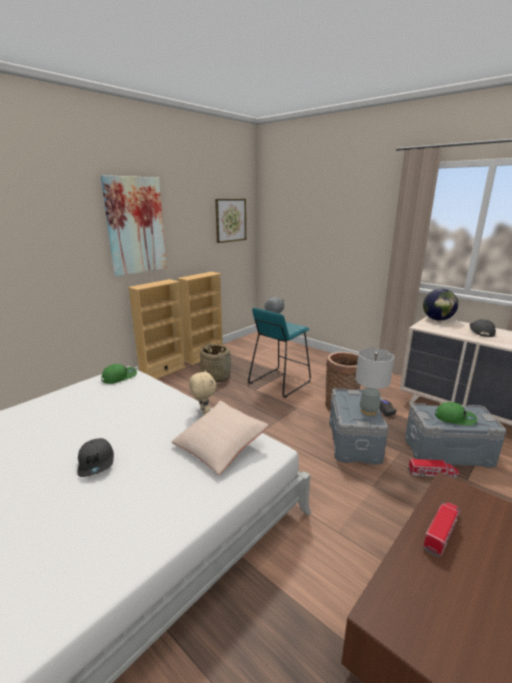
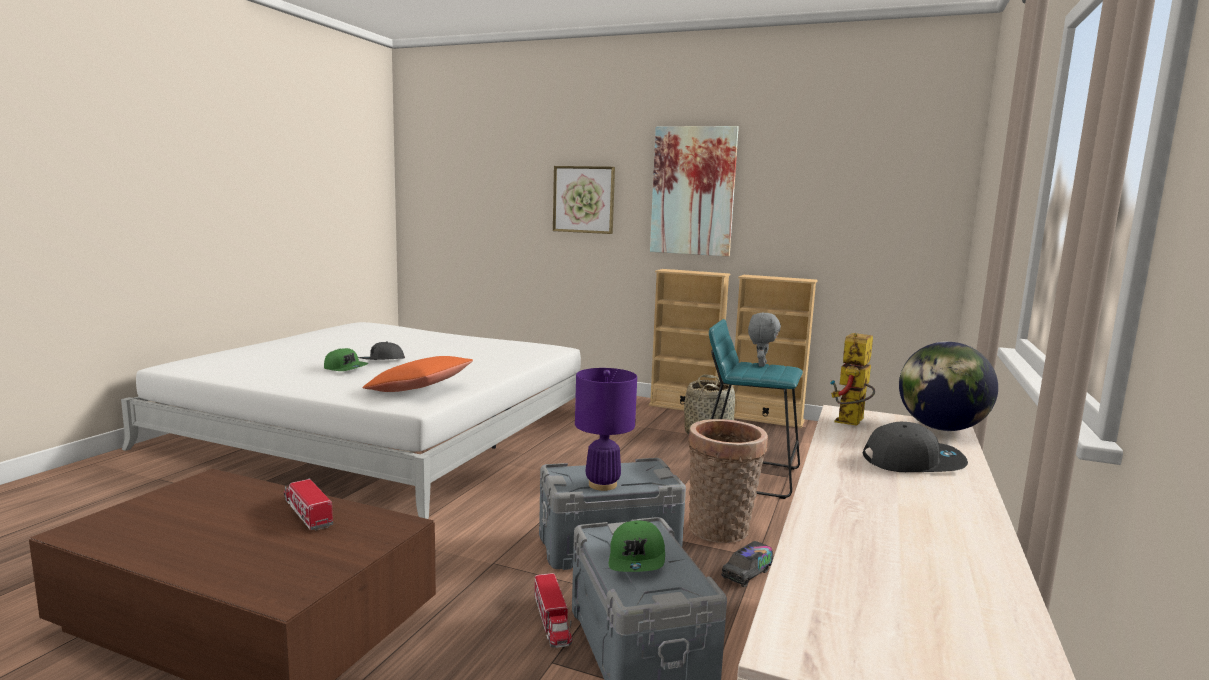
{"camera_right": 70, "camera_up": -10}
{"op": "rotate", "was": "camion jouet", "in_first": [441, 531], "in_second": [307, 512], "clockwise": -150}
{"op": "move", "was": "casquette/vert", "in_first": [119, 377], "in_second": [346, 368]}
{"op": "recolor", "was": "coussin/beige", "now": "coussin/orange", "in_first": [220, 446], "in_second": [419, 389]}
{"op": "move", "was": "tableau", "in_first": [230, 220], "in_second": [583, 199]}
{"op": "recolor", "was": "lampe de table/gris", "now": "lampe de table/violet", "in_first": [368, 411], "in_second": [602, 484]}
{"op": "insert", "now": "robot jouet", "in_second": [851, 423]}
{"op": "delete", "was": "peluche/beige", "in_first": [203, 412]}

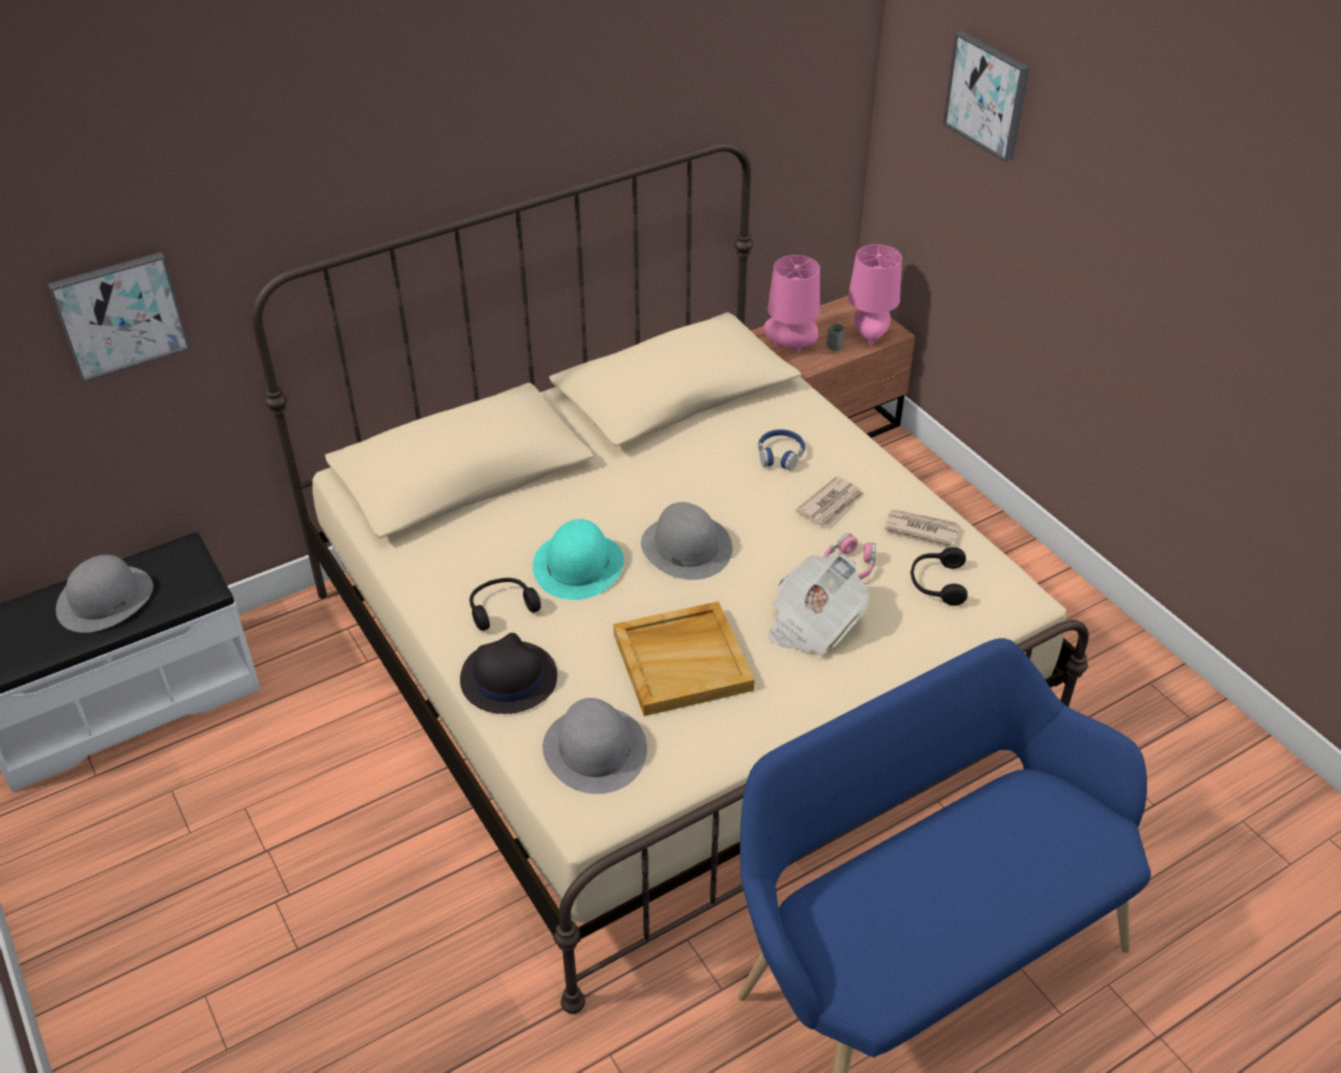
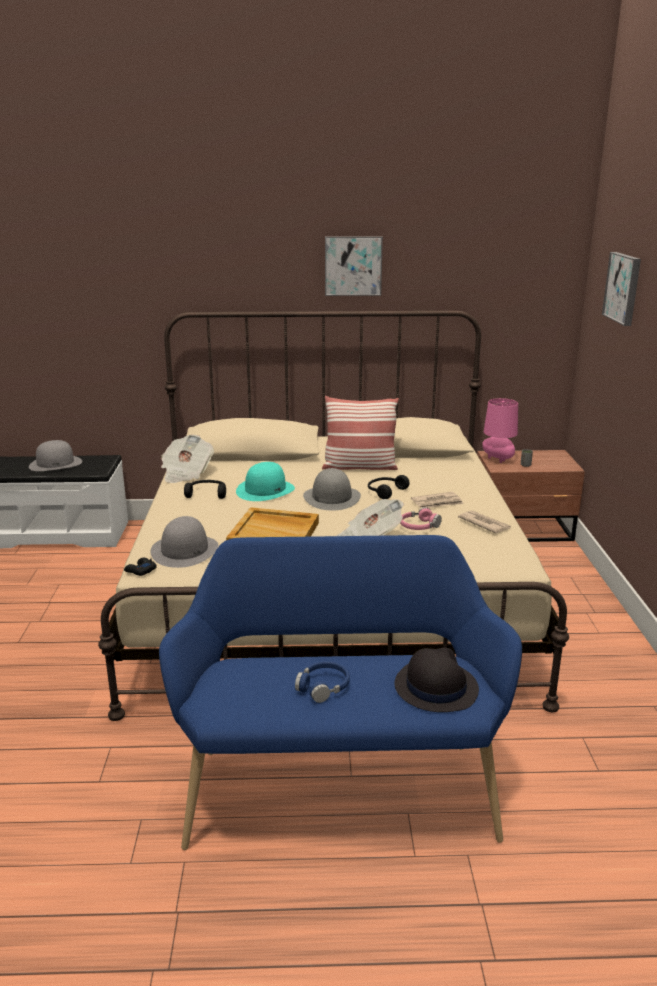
{"camera_right": 30, "camera_up": -20}
{"op": "insert", "now": "manette/noir", "in_second": [140, 570]}
{"op": "insert", "now": "journal", "in_second": [186, 473]}
{"op": "move", "was": "casque audio/bleu", "in_first": [780, 455], "in_second": [323, 687]}
{"op": "insert", "now": "coussin", "in_second": [359, 467]}
{"op": "move", "was": "tableau", "in_first": [120, 314], "in_second": [353, 266]}
{"op": "move", "was": "casque audio/noir", "in_first": [936, 583], "in_second": [385, 491]}
{"op": "move", "was": "chapeau/noir", "in_first": [507, 678], "in_second": [435, 687]}
{"op": "delete", "was": "lampe de table/rose", "in_first": [869, 336]}

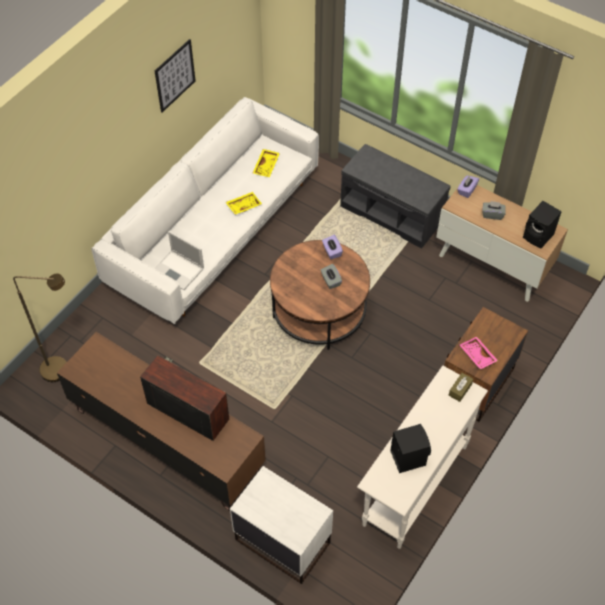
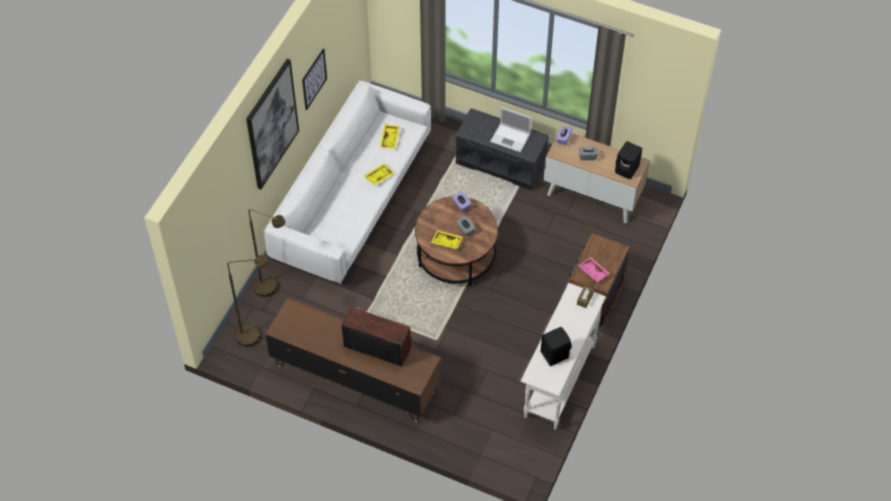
{"camera_right": -10, "camera_up": 0}
{"op": "insert", "now": "tableau", "in_second": [272, 124]}
{"op": "insert", "now": "lampadaire/marron", "in_second": [271, 288]}
{"op": "insert", "now": "plateau/jaune", "in_second": [446, 242]}
{"op": "move", "was": "ordinateur portable", "in_first": [179, 270], "in_second": [511, 138]}
{"op": "delete", "was": "table de chevet/blanc", "in_first": [282, 540]}

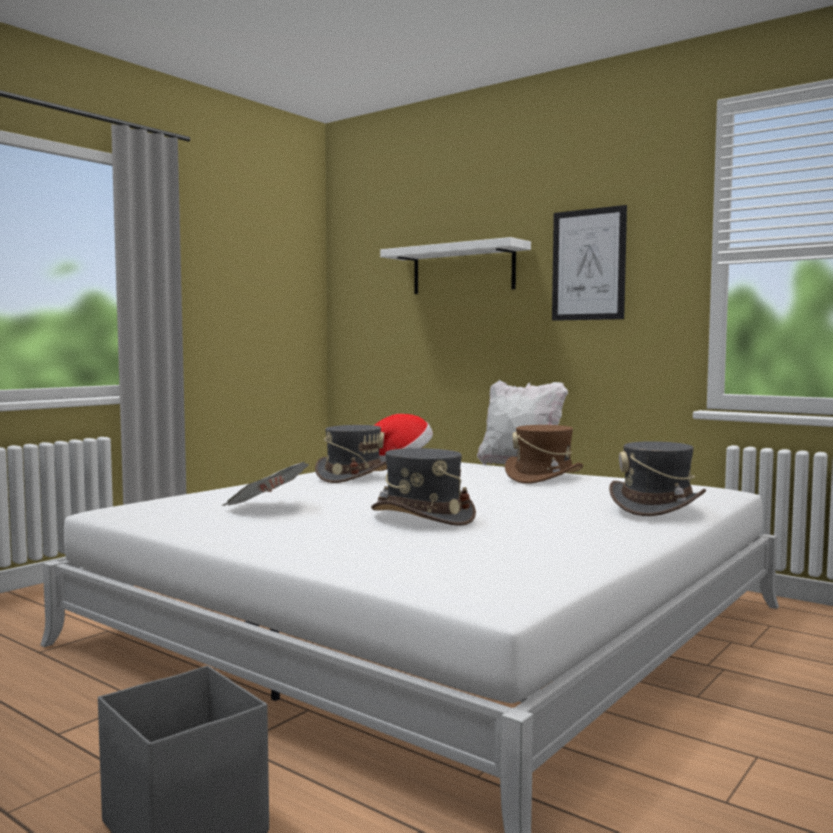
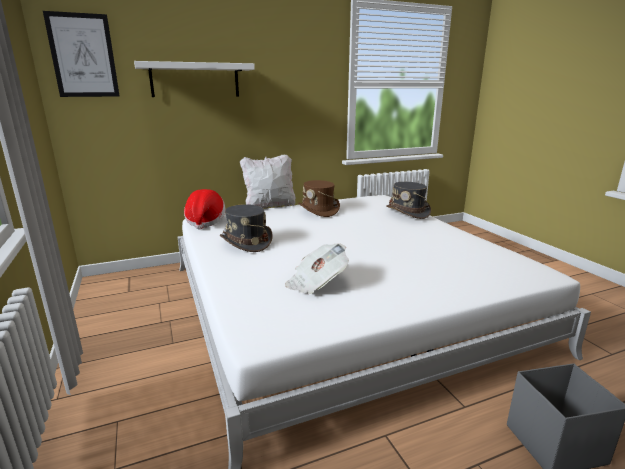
{"camera_right": -60, "camera_up": 15}
{"op": "move", "was": "tableau", "in_first": [588, 264], "in_second": [83, 56]}
{"op": "delete", "was": "chapeau/gris", "in_first": [422, 517]}

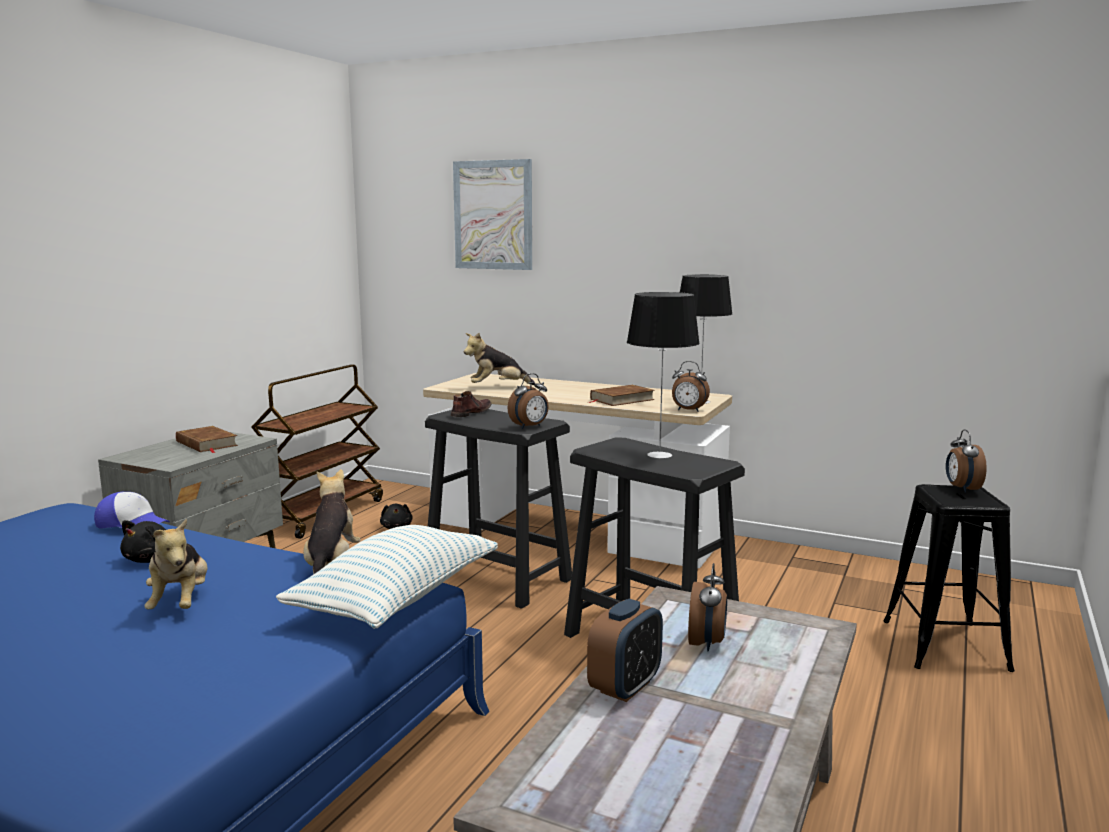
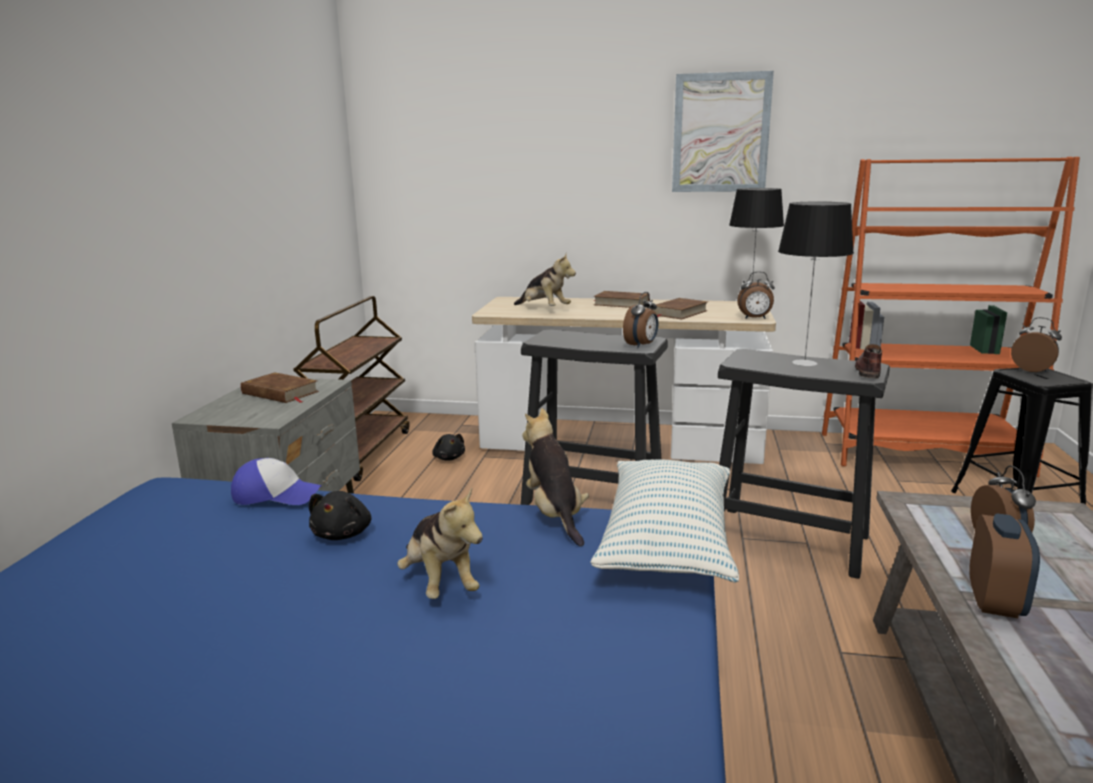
{"camera_right": -15, "camera_up": 5}
{"op": "rotate", "was": "peluche", "in_first": [497, 387], "in_second": [544, 309], "clockwise": -105}
{"op": "insert", "now": "livre/marron", "in_second": [621, 303]}
{"op": "move", "was": "tableau", "in_first": [493, 215], "in_second": [720, 133]}
{"op": "insert", "now": "bibliothèque/orange", "in_second": [922, 454]}
{"op": "move", "was": "chaussure/marron", "in_first": [470, 413], "in_second": [867, 370]}
{"op": "rotate", "was": "réveil", "in_first": [961, 488], "in_second": [1033, 370], "clockwise": 150}

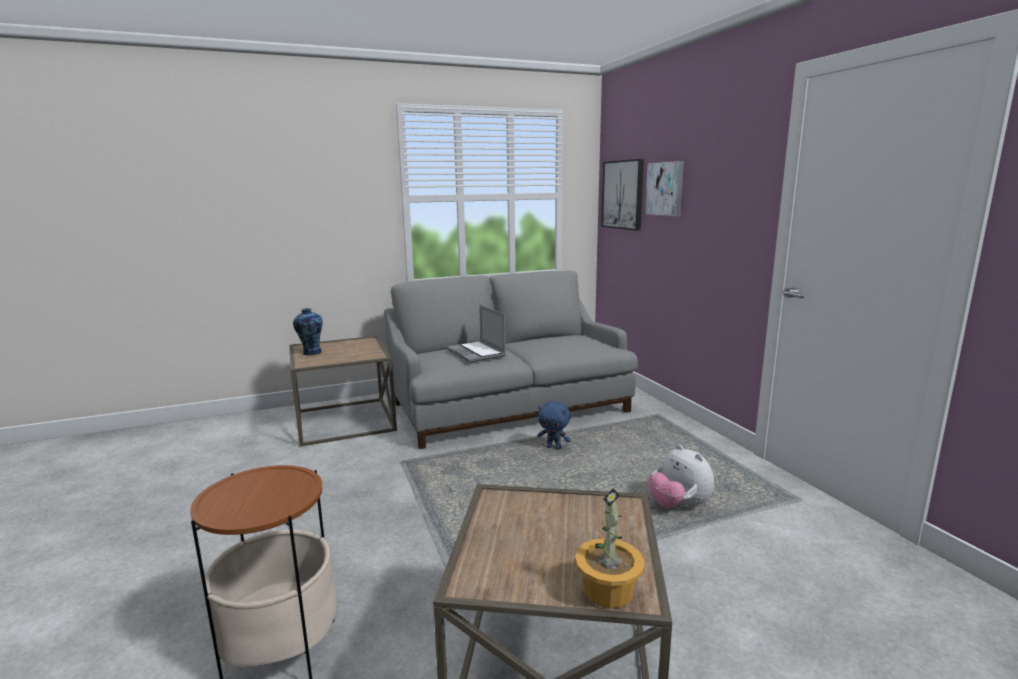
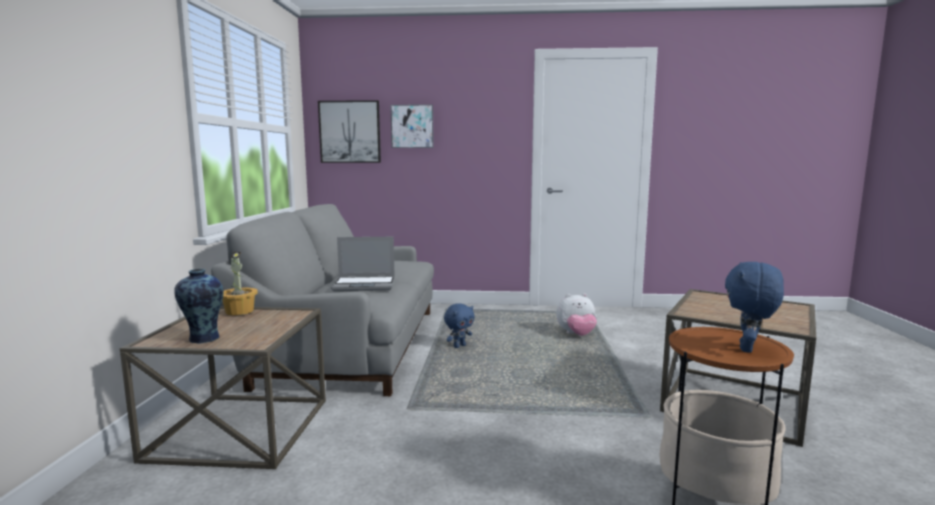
{"camera_right": -65, "camera_up": -5}
{"op": "move", "was": "plante en pot", "in_first": [609, 590], "in_second": [240, 311]}
{"op": "insert", "now": "peluche/bleu", "in_second": [748, 349]}

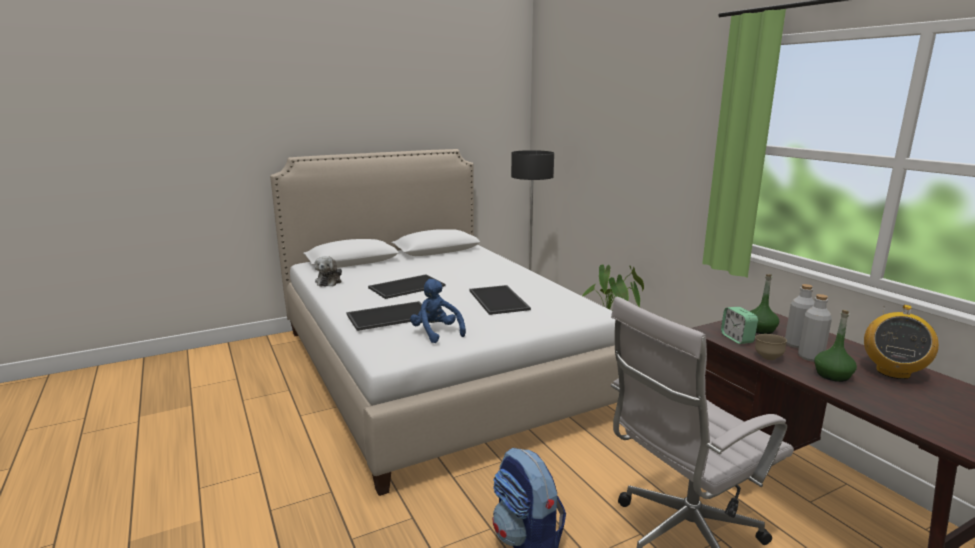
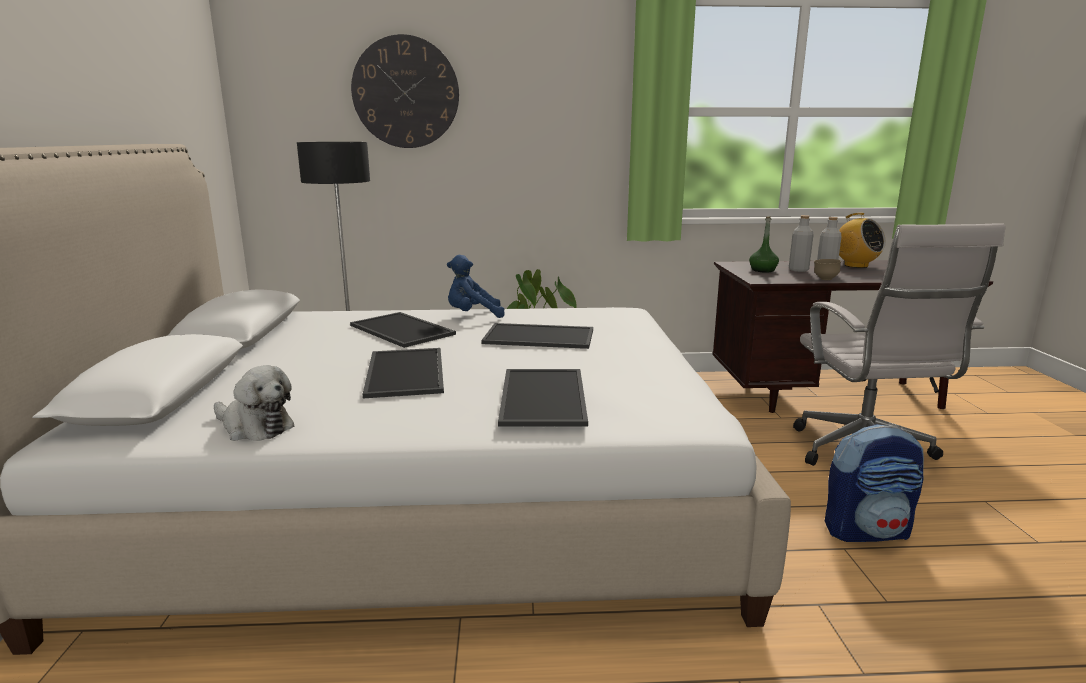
{"camera_right": -65, "camera_up": 0}
{"op": "insert", "now": "plateau", "in_second": [404, 330]}
{"op": "insert", "now": "horloge murale", "in_second": [405, 92]}
{"op": "move", "was": "peluche/bleu", "in_first": [436, 333], "in_second": [473, 316]}
{"op": "delete", "was": "réveil", "in_first": [737, 338]}
{"op": "delete", "was": "bouteille/vert", "in_first": [832, 375]}

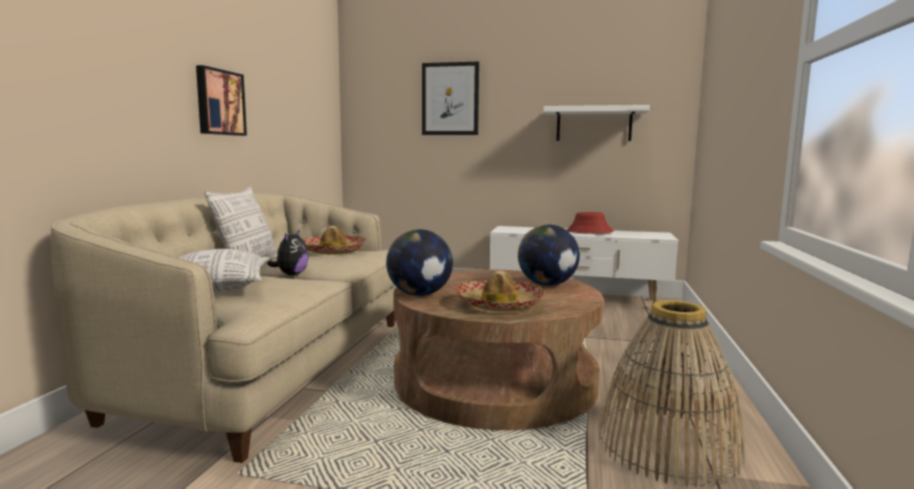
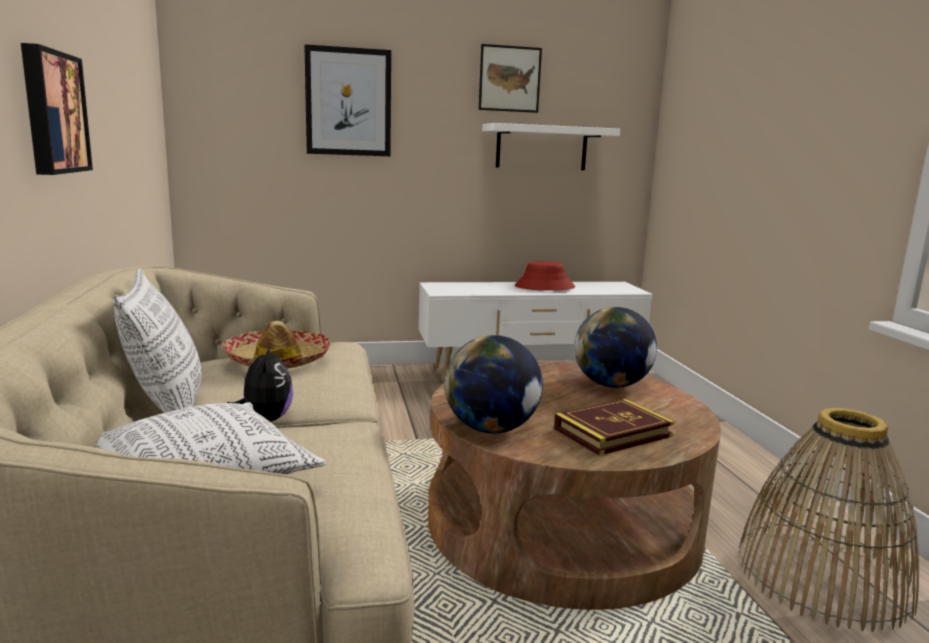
{"camera_right": -25, "camera_up": 5}
{"op": "insert", "now": "tableau", "in_second": [509, 79]}
{"op": "replace", "was": "chapeau", "now": "livre", "in_first": [498, 304], "in_second": [612, 432]}

